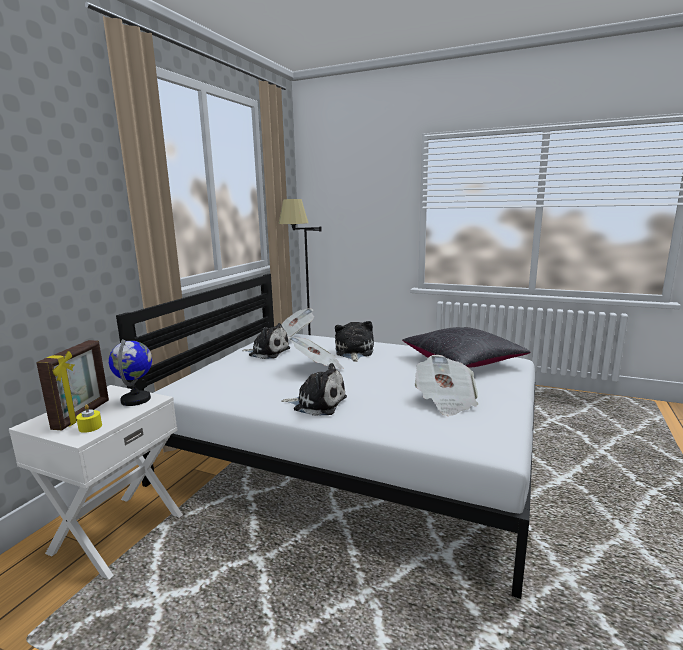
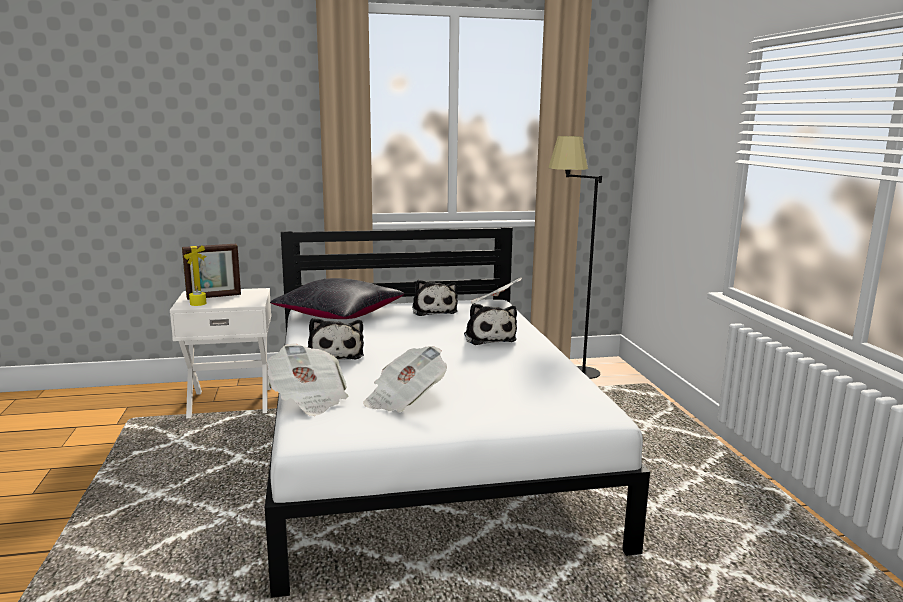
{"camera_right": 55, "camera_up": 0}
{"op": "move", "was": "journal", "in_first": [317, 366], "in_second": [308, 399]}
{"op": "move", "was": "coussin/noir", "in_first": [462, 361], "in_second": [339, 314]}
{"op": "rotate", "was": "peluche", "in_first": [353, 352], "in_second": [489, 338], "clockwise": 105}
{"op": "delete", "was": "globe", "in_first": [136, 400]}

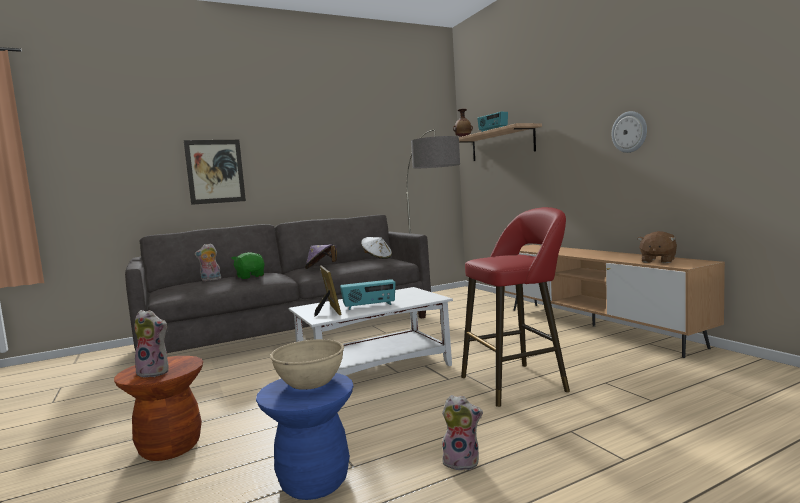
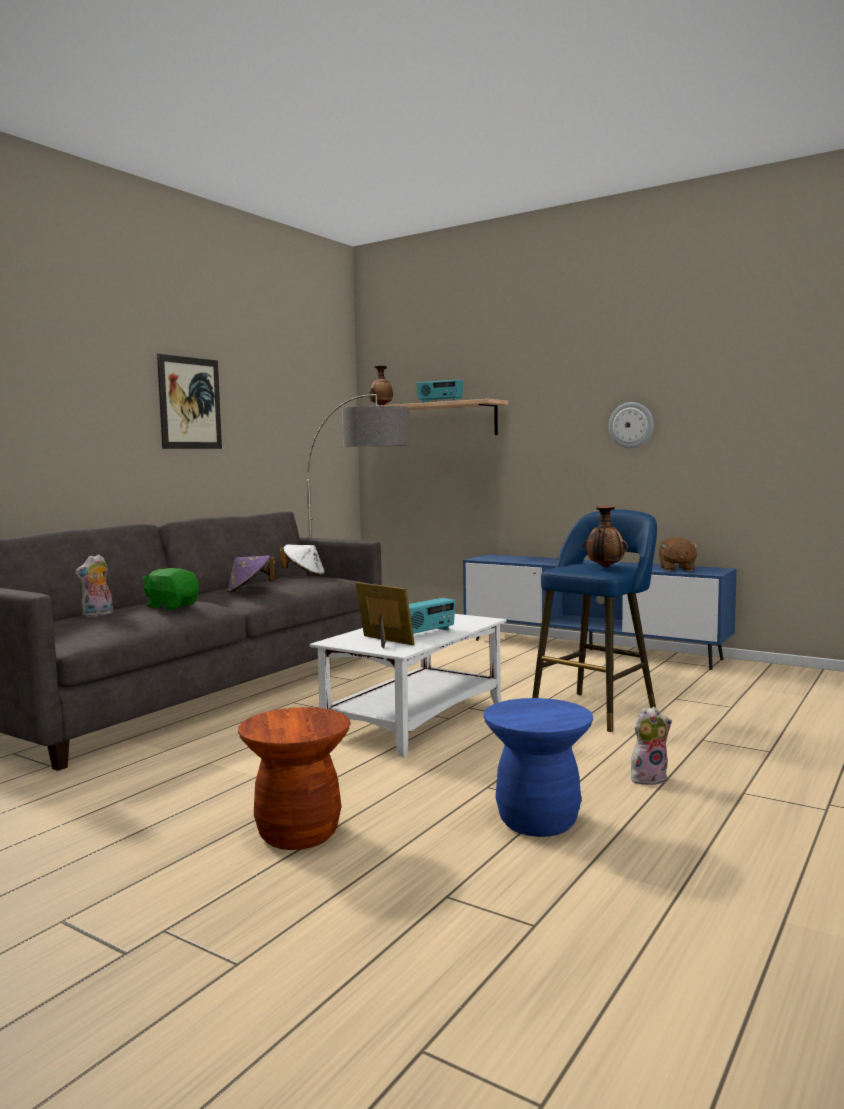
{"camera_right": -30, "camera_up": 0}
{"op": "move", "was": "tableau", "in_first": [215, 171], "in_second": [190, 403]}
{"op": "recolor", "was": "meuble télé/marron", "now": "meuble télé/bleu", "in_first": [593, 326], "in_second": [590, 649]}
{"op": "recolor", "was": "tabouret/rouge", "now": "tabouret/bleu", "in_first": [518, 383], "in_second": [597, 710]}
{"op": "insert", "now": "vase", "in_second": [604, 567]}
{"op": "delete", "was": "peluche", "in_first": [155, 372]}
{"op": "delete", "was": "bol/beige", "in_first": [310, 382]}

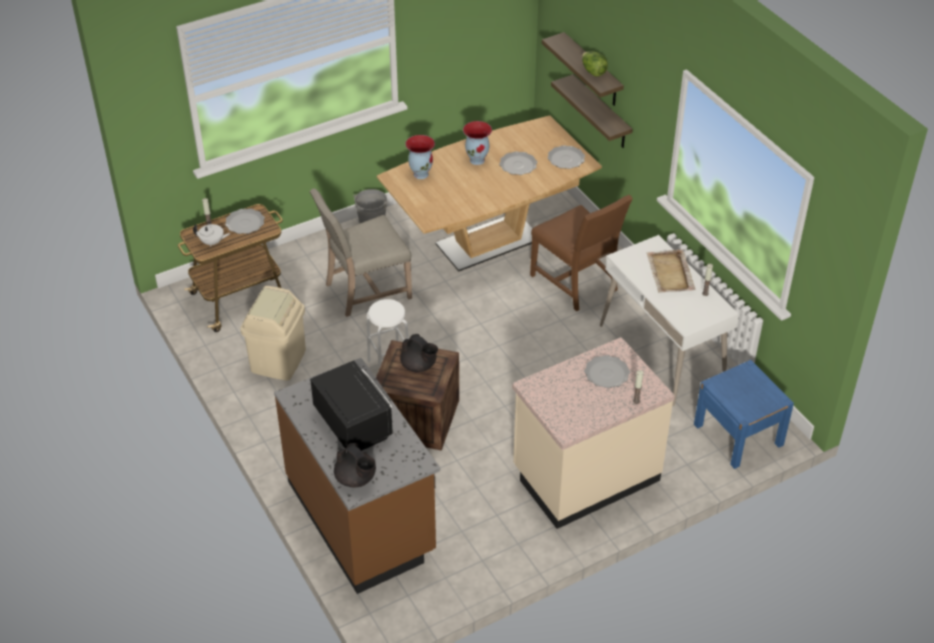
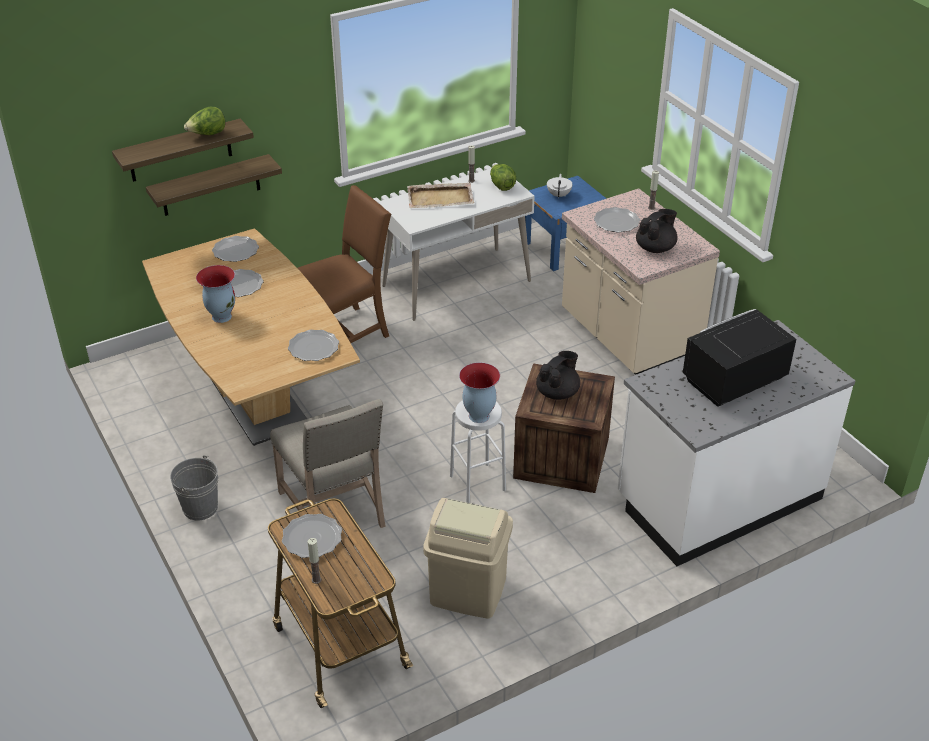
{"camera_right": -90, "camera_up": -5}
{"op": "insert", "now": "assiette", "in_second": [313, 347]}
{"op": "move", "was": "vase", "in_first": [421, 174], "in_second": [478, 416]}
{"op": "insert", "now": "laitue", "in_second": [501, 186]}
{"op": "move", "was": "théière/blanc", "in_first": [212, 242], "in_second": [559, 195]}
{"op": "recolor", "was": "comptoir de cuisine/marron", "now": "comptoir de cuisine/blanc", "in_first": [362, 517], "in_second": [717, 498]}
{"op": "move", "was": "théière/noir", "in_first": [356, 478], "in_second": [655, 248]}

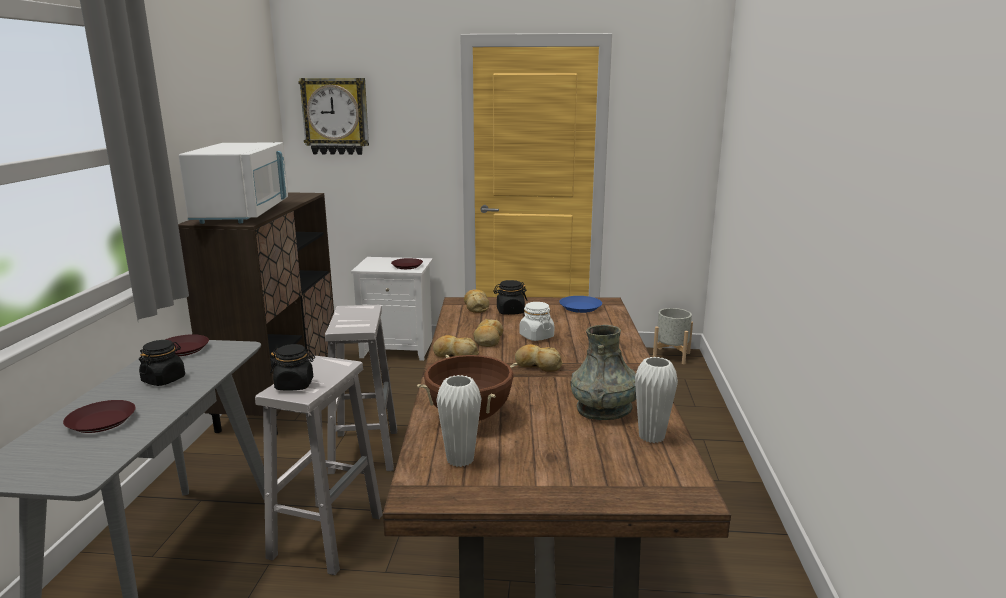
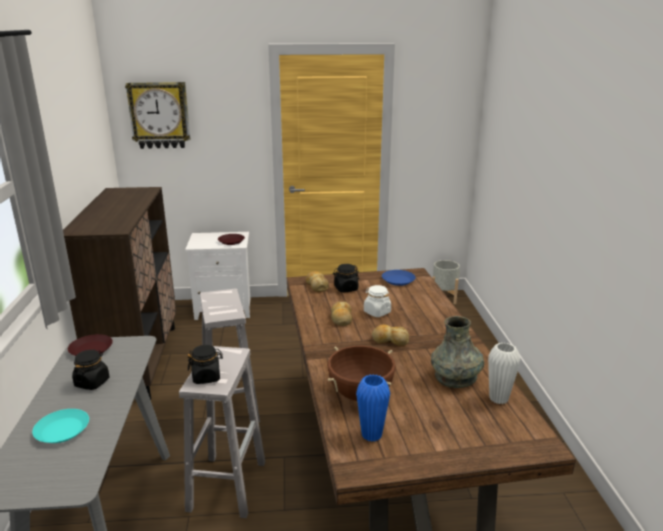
{"camera_right": -10, "camera_up": 5}
{"op": "recolor", "was": "assiette/marron", "now": "assiette/turquoise", "in_first": [101, 422], "in_second": [62, 431]}
{"op": "recolor", "was": "vase/blanc", "now": "vase/bleu", "in_first": [460, 459], "in_second": [371, 435]}
{"op": "delete", "was": "micro-ondes/blanc", "in_first": [243, 213]}
{"op": "delete", "was": "pain", "in_first": [455, 355]}

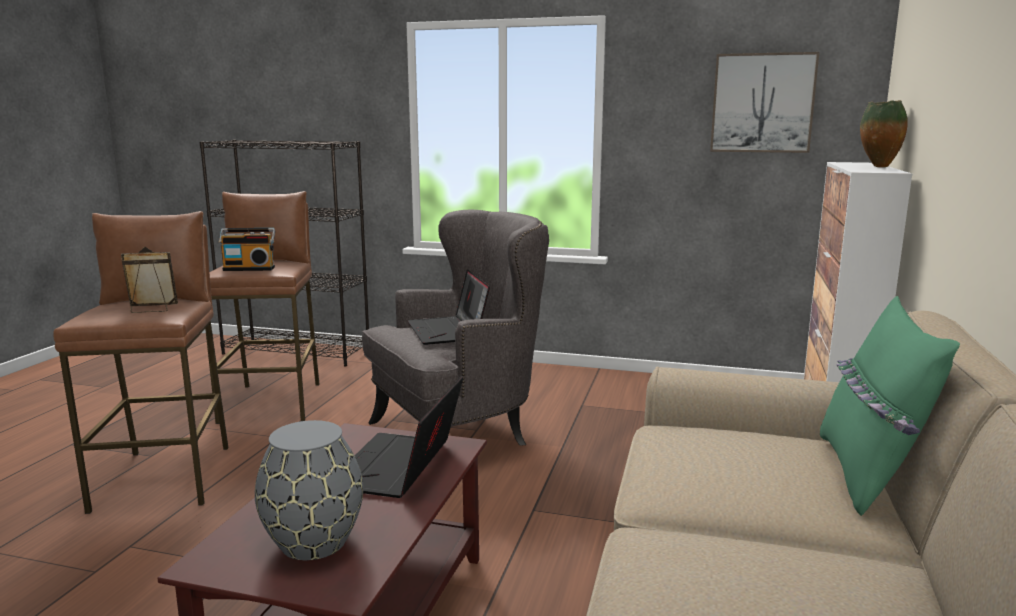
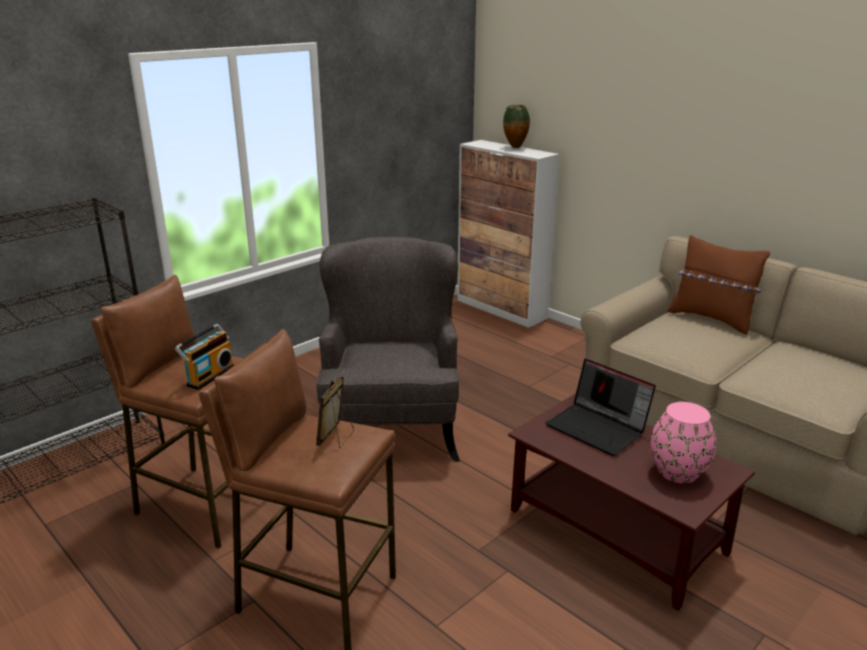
{"camera_right": -60, "camera_up": 10}
{"op": "recolor", "was": "vase/gris", "now": "vase/rose", "in_first": [315, 541], "in_second": [677, 471]}
{"op": "recolor", "was": "coussin/vert", "now": "coussin/marron", "in_first": [868, 474], "in_second": [711, 319]}
{"op": "delete", "was": "ordinateur portable", "in_first": [448, 331]}
{"op": "delete", "was": "tableau", "in_first": [762, 103]}

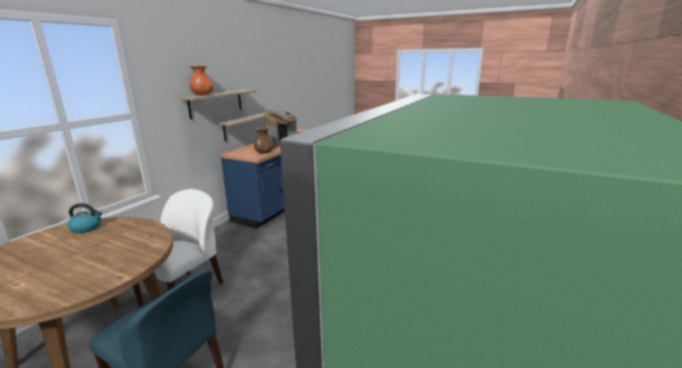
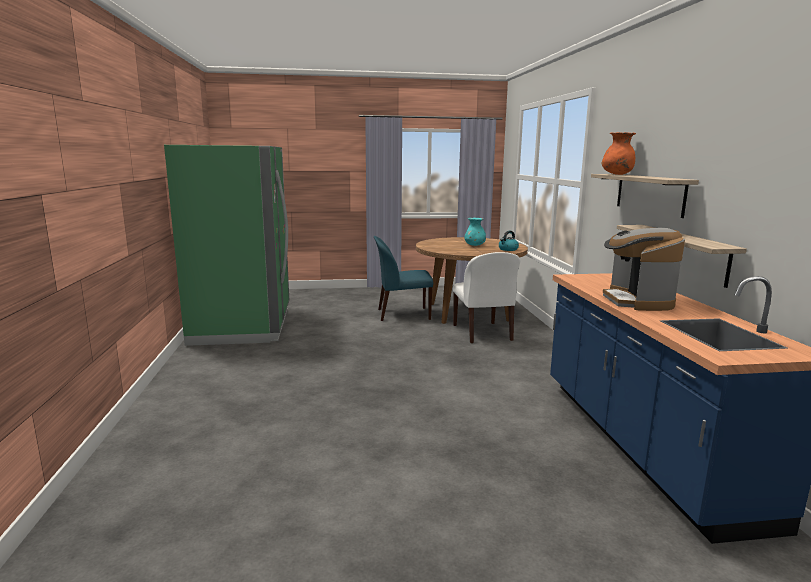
{"camera_right": 145, "camera_up": -5}
{"op": "insert", "now": "vase/turquoise", "in_second": [474, 245]}
{"op": "delete", "was": "vase/marron", "in_first": [264, 153]}

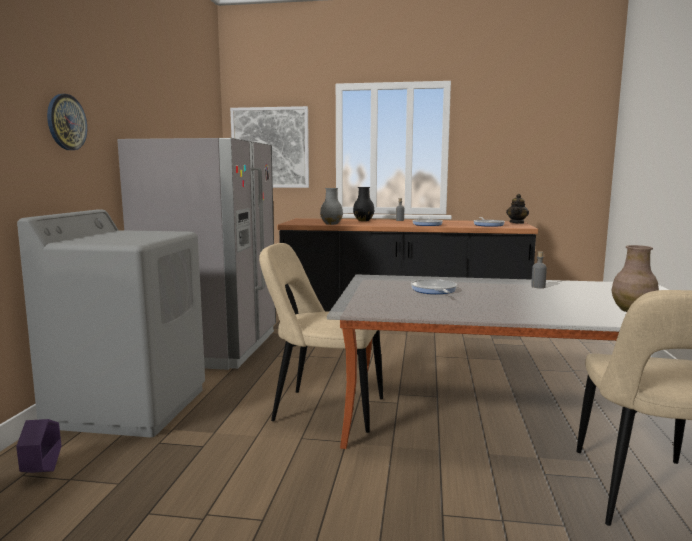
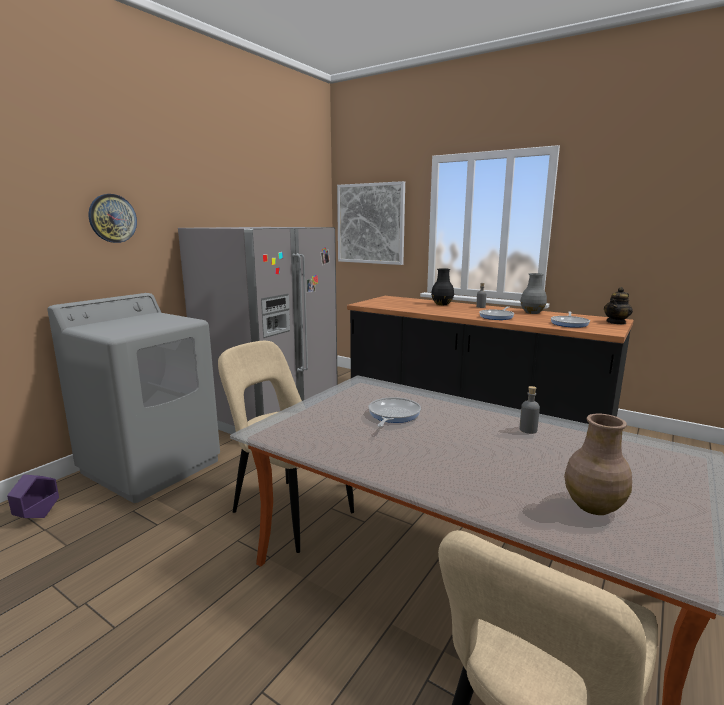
{"camera_right": 25, "camera_up": 5}
{"op": "move", "was": "vase/gris", "in_first": [331, 224], "in_second": [532, 312]}

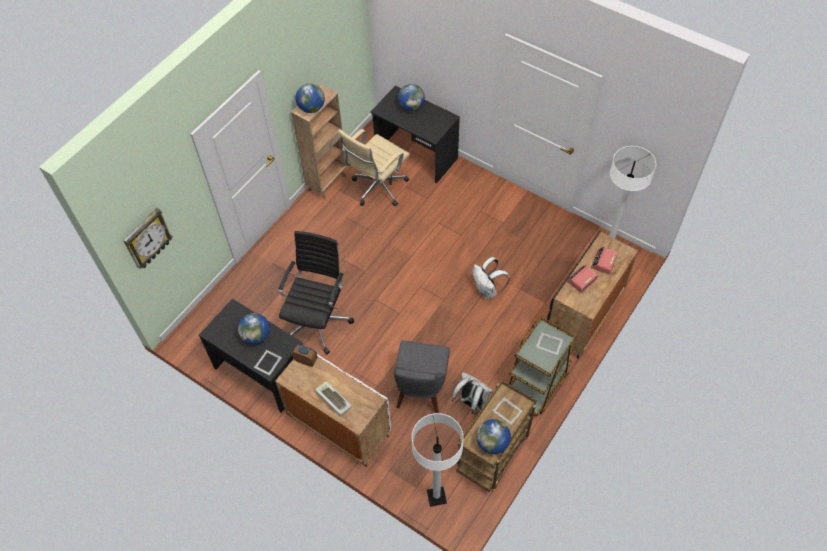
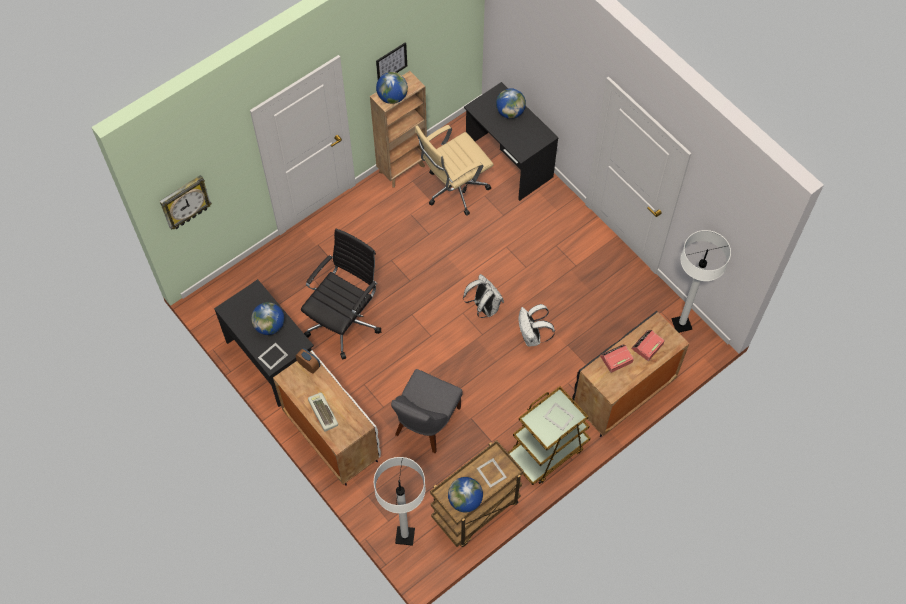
{"camera_right": 15, "camera_up": 5}
{"op": "insert", "now": "tableau", "in_second": [391, 63]}
{"op": "move", "was": "sac à dos/blanc", "in_first": [471, 402], "in_second": [484, 307]}

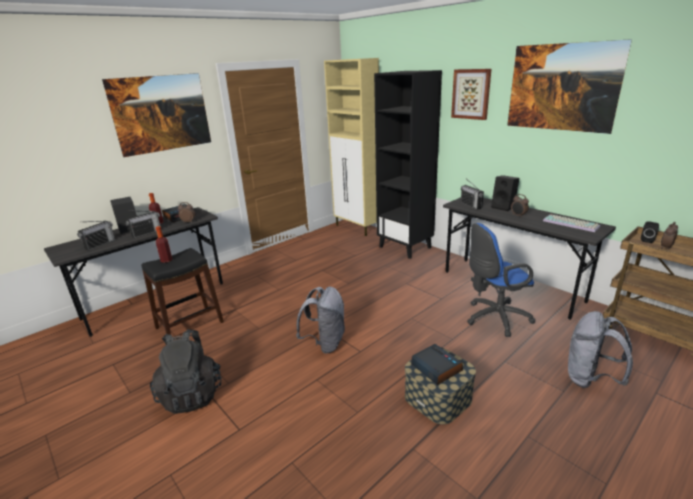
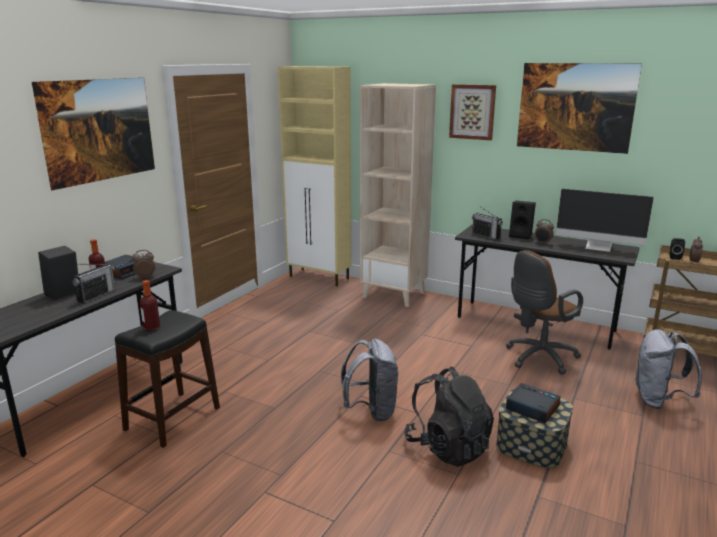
{"camera_right": -20, "camera_up": -5}
{"op": "recolor", "was": "bibliothèque/noir", "now": "bibliothèque/beige", "in_first": [405, 247], "in_second": [394, 295]}
{"op": "move", "was": "sac à dos/noir", "in_first": [192, 393], "in_second": [448, 447]}
{"op": "recolor", "was": "chaise de bureau/bleu", "now": "chaise de bureau/marron", "in_first": [494, 318], "in_second": [538, 358]}
{"op": "replace", "was": "clavier", "now": "écran d'ordinateur", "in_first": [571, 223], "in_second": [599, 247]}
{"op": "delete", "was": "radio", "in_first": [100, 244]}

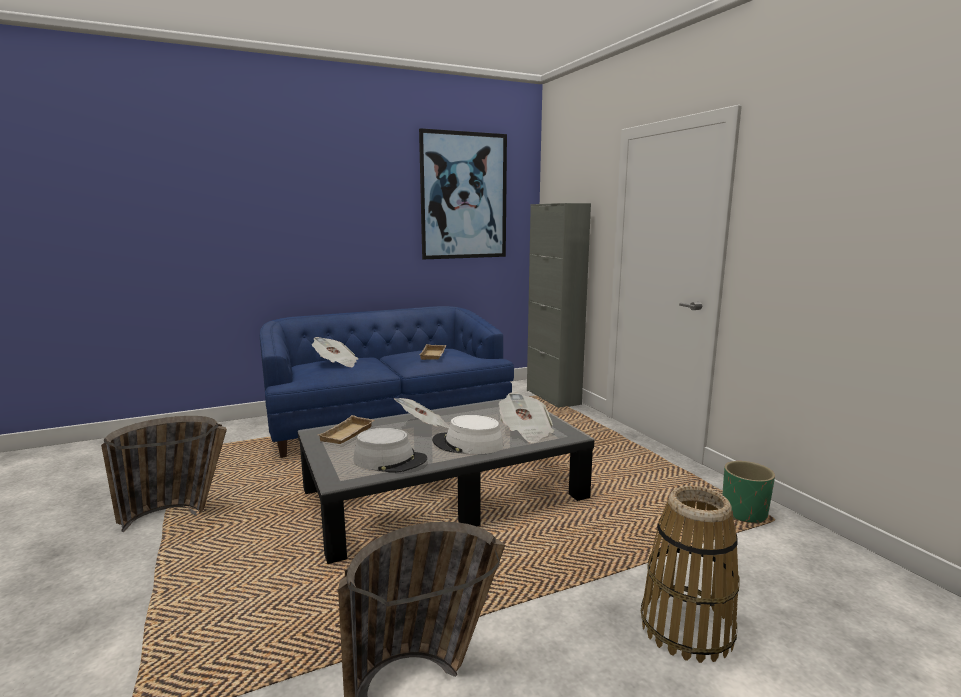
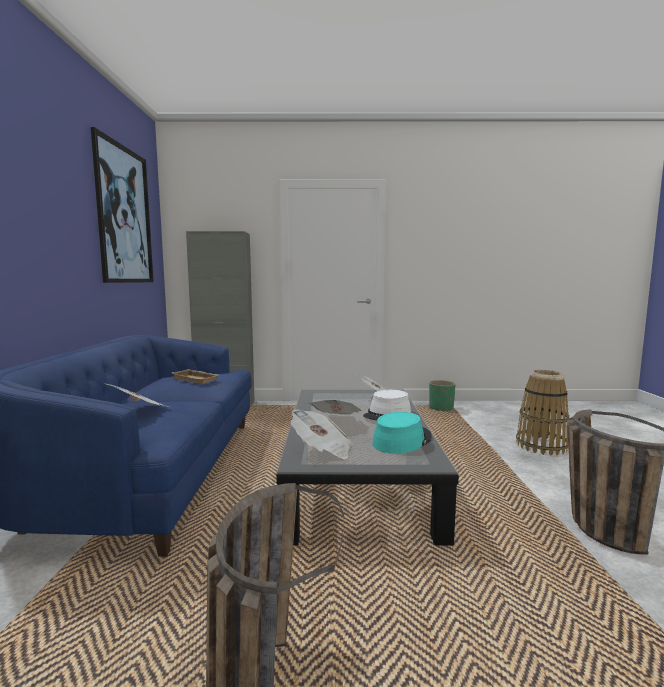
{"camera_right": -65, "camera_up": -5}
{"op": "replace", "was": "plateau/beige", "now": "journal", "in_first": [348, 434], "in_second": [322, 449]}
{"op": "recolor", "was": "chapeau/gris", "now": "chapeau/turquoise", "in_first": [390, 460], "in_second": [401, 440]}

